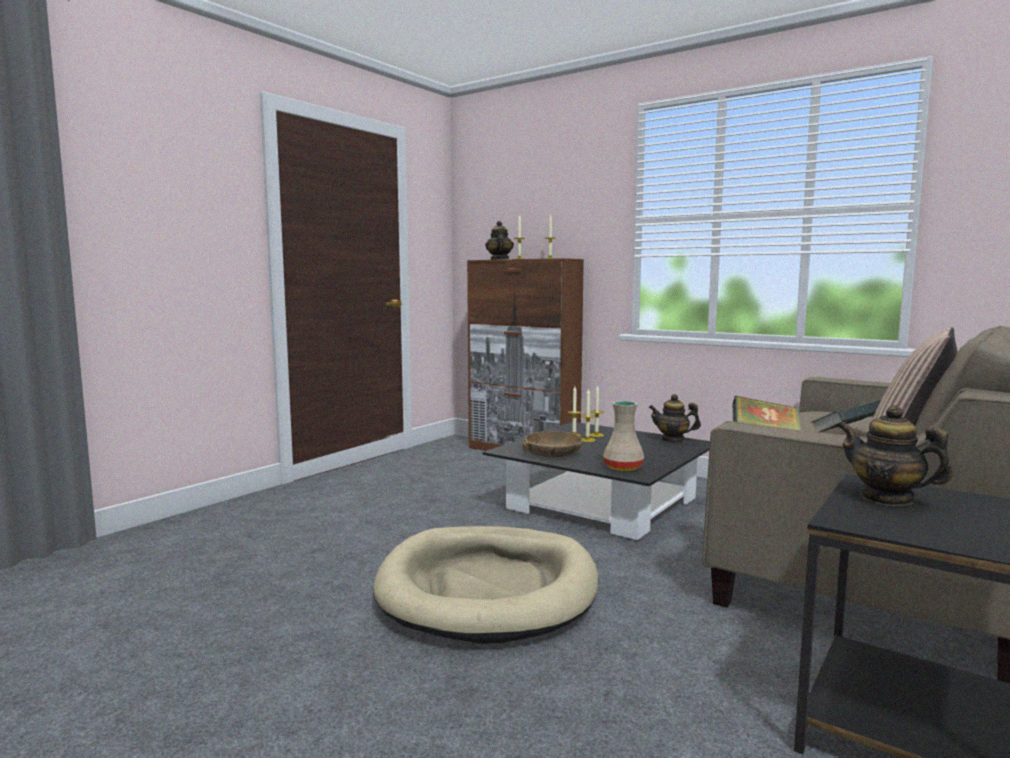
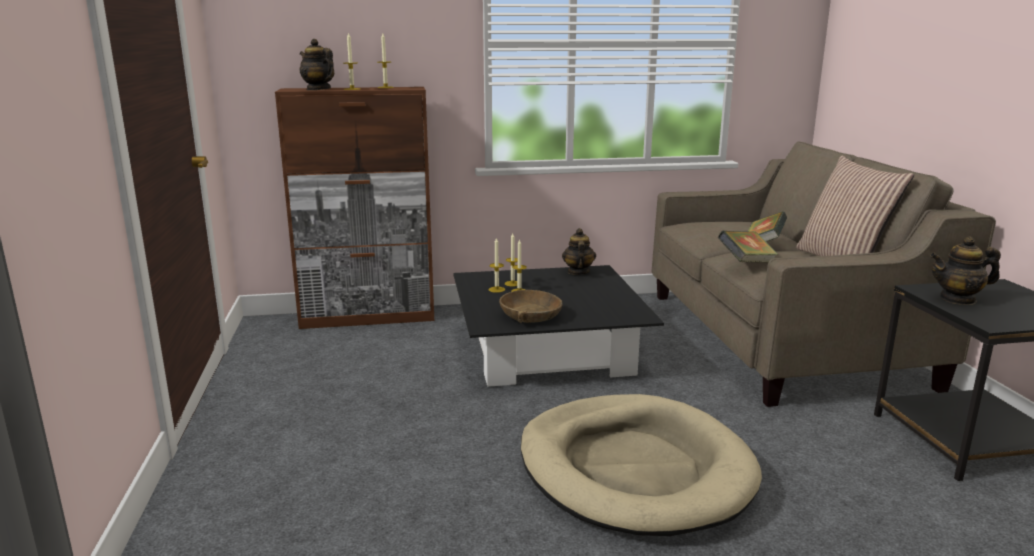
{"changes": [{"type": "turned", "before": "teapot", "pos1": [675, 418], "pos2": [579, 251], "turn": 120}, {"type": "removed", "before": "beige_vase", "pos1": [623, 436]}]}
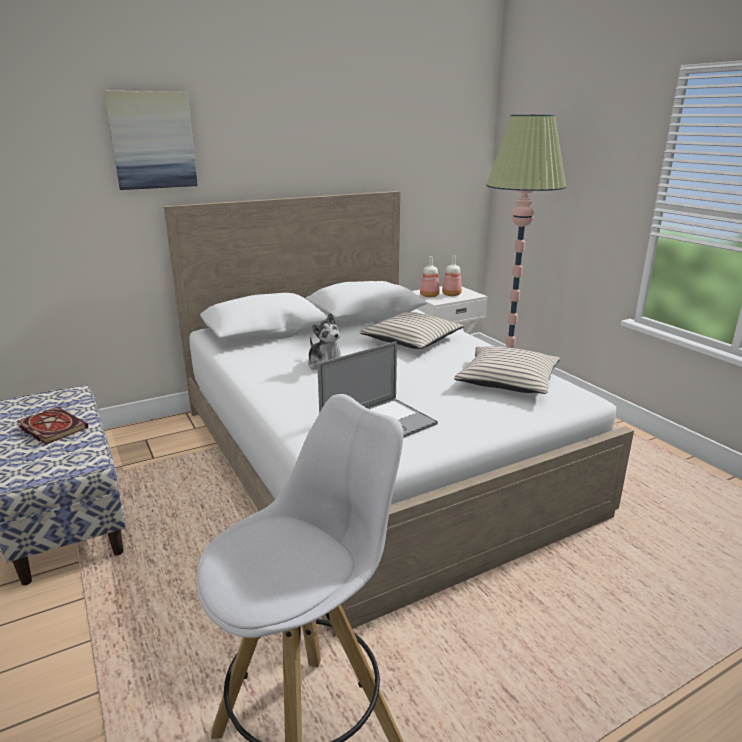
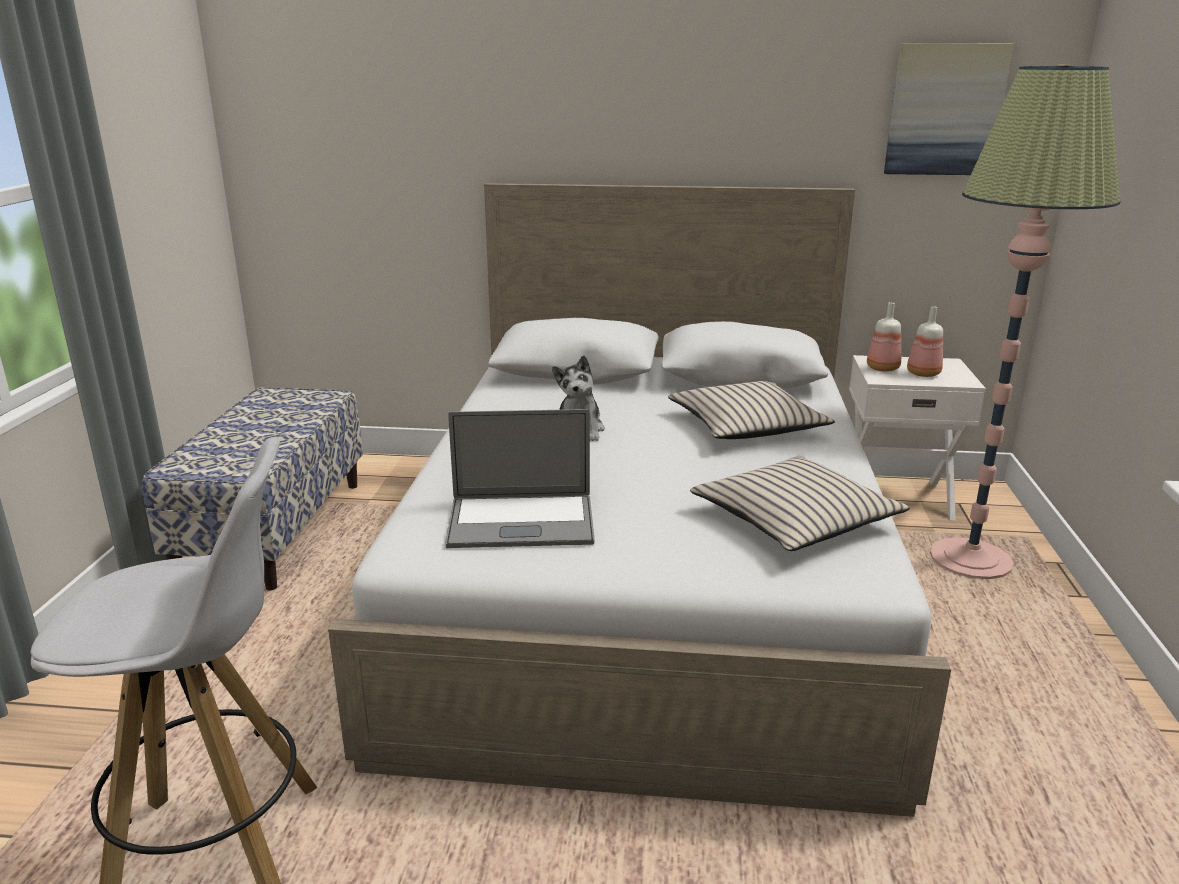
{"changes": [{"type": "moved", "before": "picture", "pos1": [151, 140], "pos2": [948, 109]}, {"type": "removed", "before": "book", "pos1": [52, 425]}]}
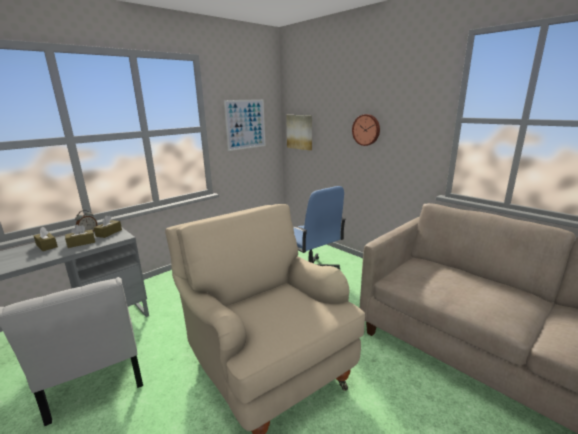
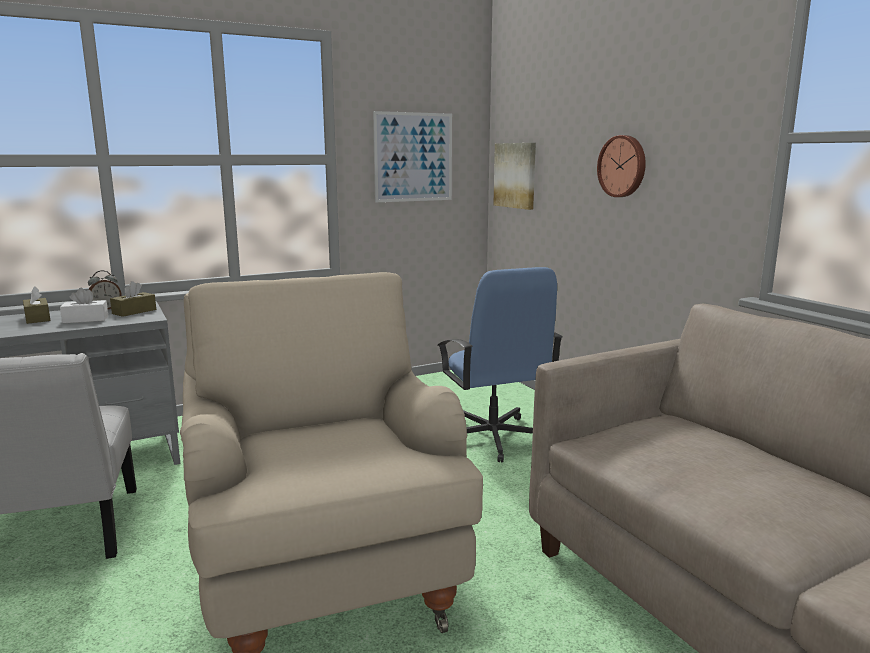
{"changes": [{"type": "recoloured", "before": "brown_tissue_box", "after": "white_tissue_box", "pos1": [80, 236], "pos2": [84, 305]}]}
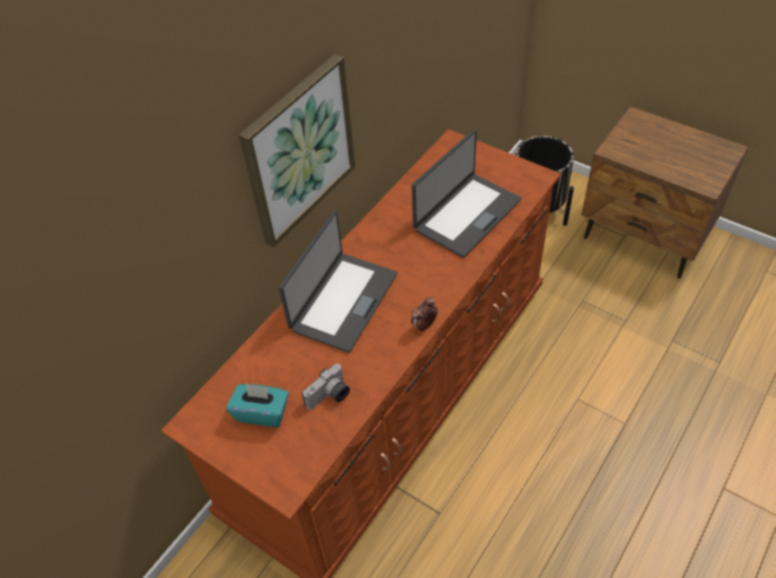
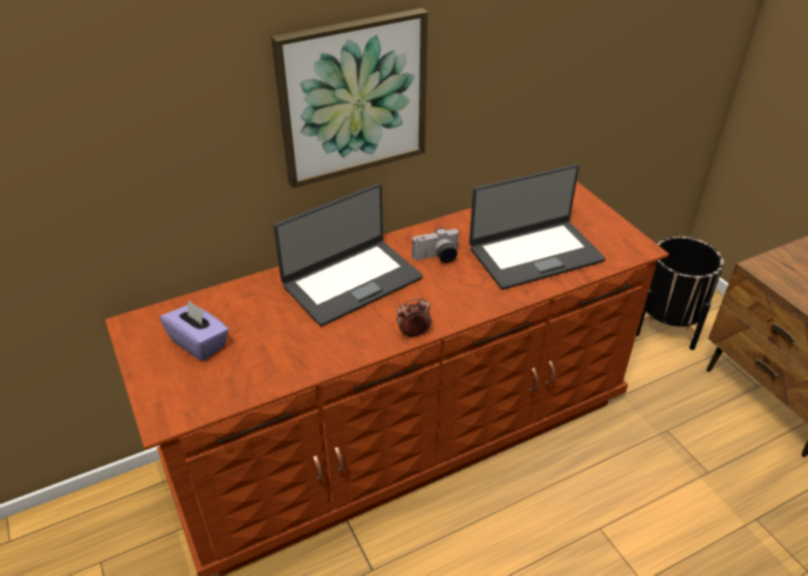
{"changes": [{"type": "recoloured", "before": "turquoise_tissue_box", "after": "purple_tissue_box", "pos1": [257, 405], "pos2": [194, 330]}, {"type": "moved", "before": "photo_camera", "pos1": [326, 387], "pos2": [435, 245]}]}
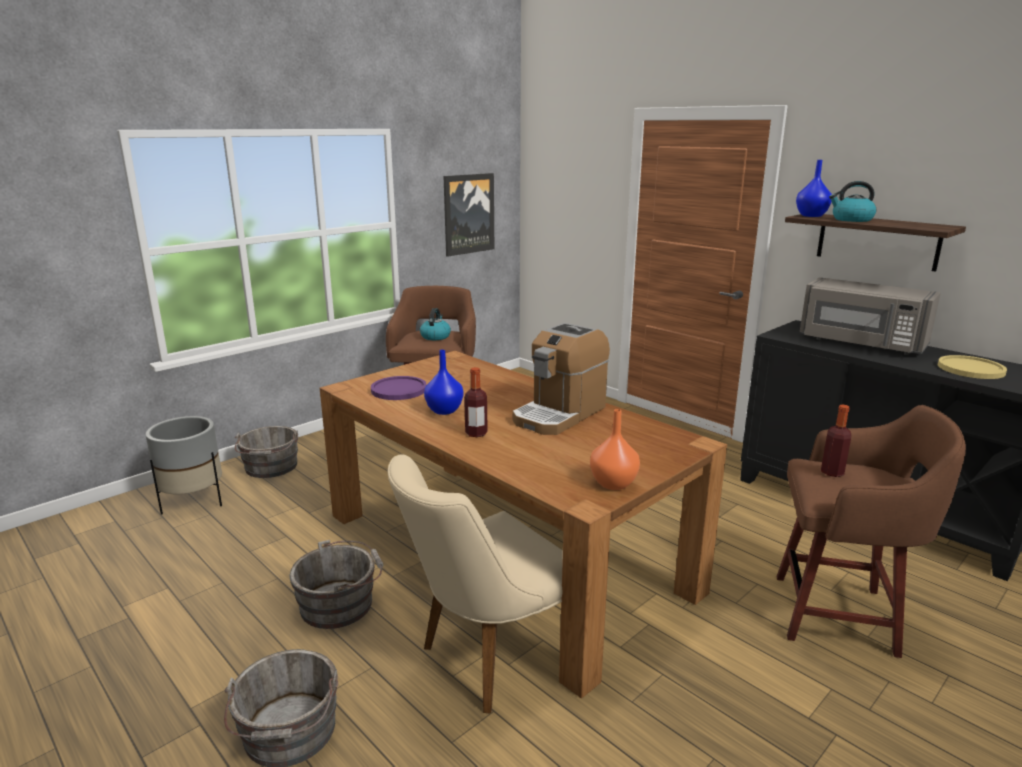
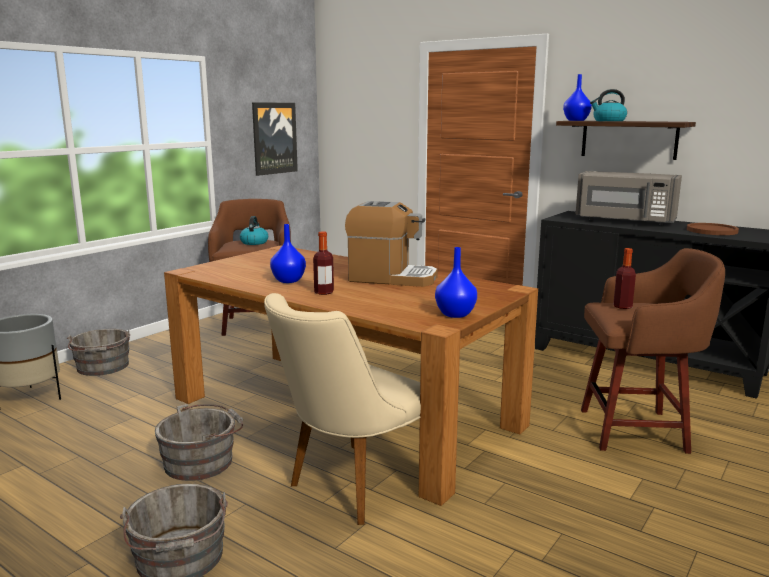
{"changes": [{"type": "turned", "before": "coffee_machine", "pos1": [561, 379], "pos2": [391, 244], "turn": -105}, {"type": "recoloured", "before": "orange_vase", "after": "blue_vase", "pos1": [615, 449], "pos2": [456, 282]}, {"type": "recoloured", "before": "yellow_plate", "after": "brown_plate", "pos1": [972, 367], "pos2": [713, 229]}, {"type": "removed", "before": "purple_plate", "pos1": [399, 388]}]}
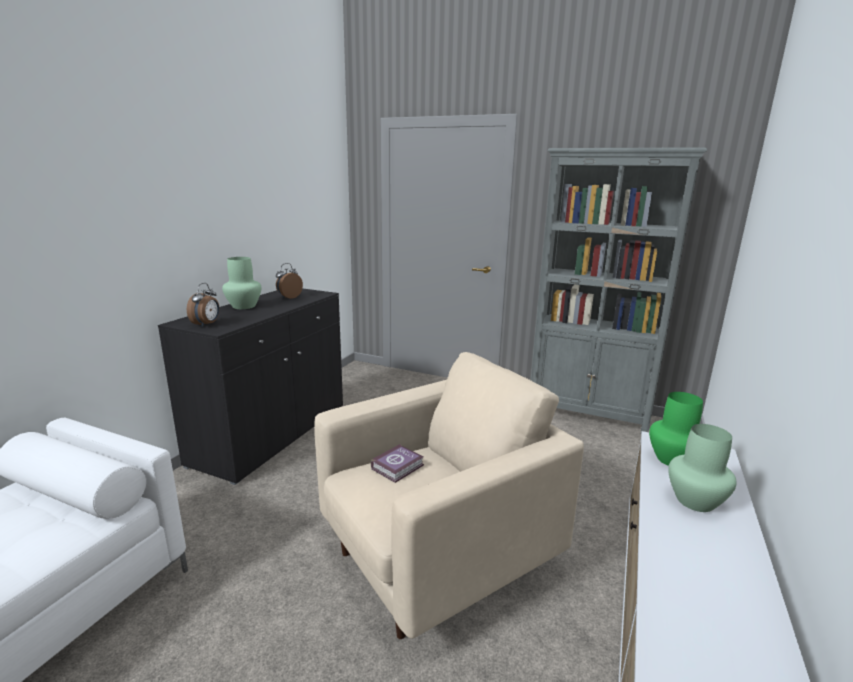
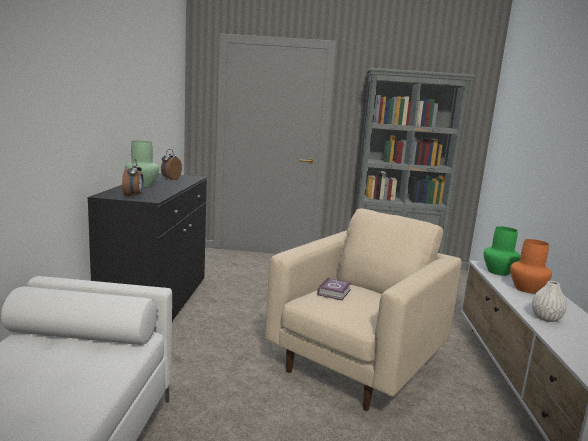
{"changes": [{"type": "recoloured", "before": "green_vase", "after": "orange_vase", "pos1": [702, 468], "pos2": [531, 266]}, {"type": "added", "after": "white_vase", "pos2": [549, 301]}]}
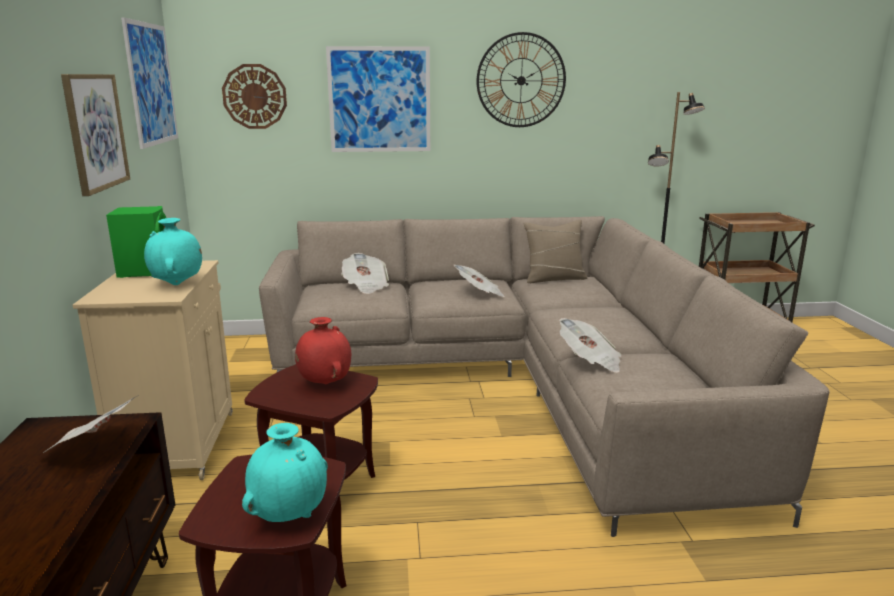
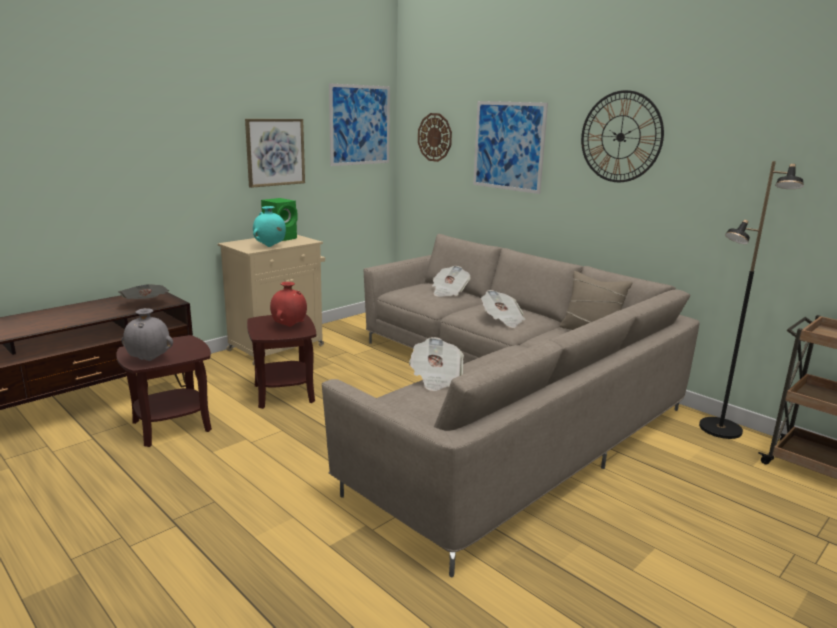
{"changes": [{"type": "recoloured", "before": "turquoise_vase", "after": "grey_vase", "pos1": [285, 472], "pos2": [147, 334]}]}
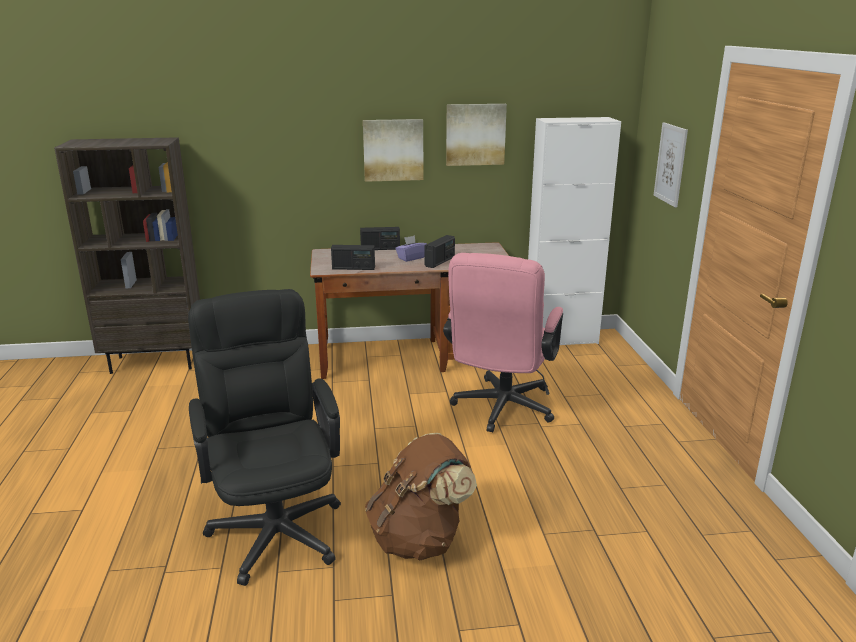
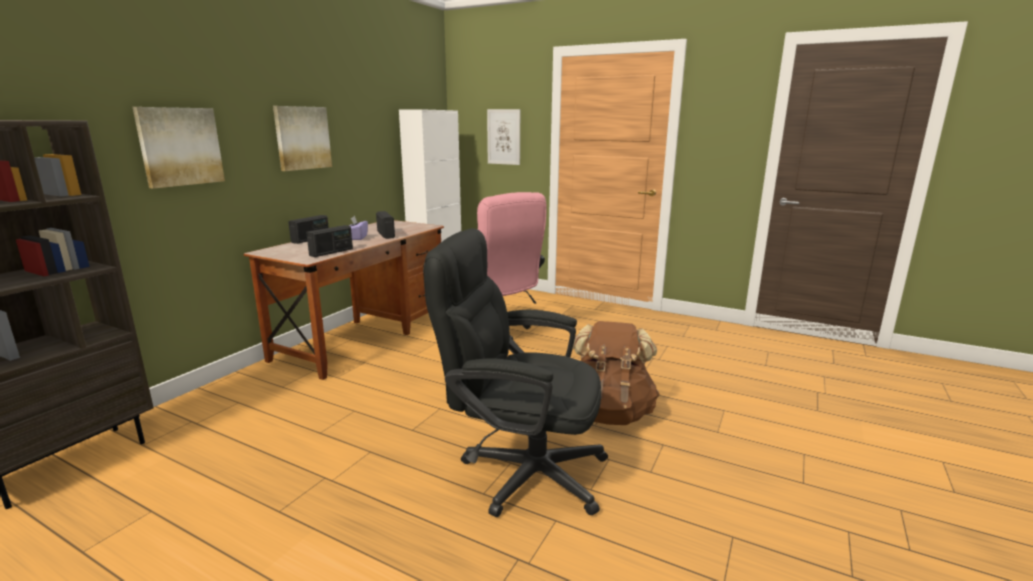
{"changes": [{"type": "moved", "before": "picture", "pos1": [476, 135], "pos2": [179, 148]}]}
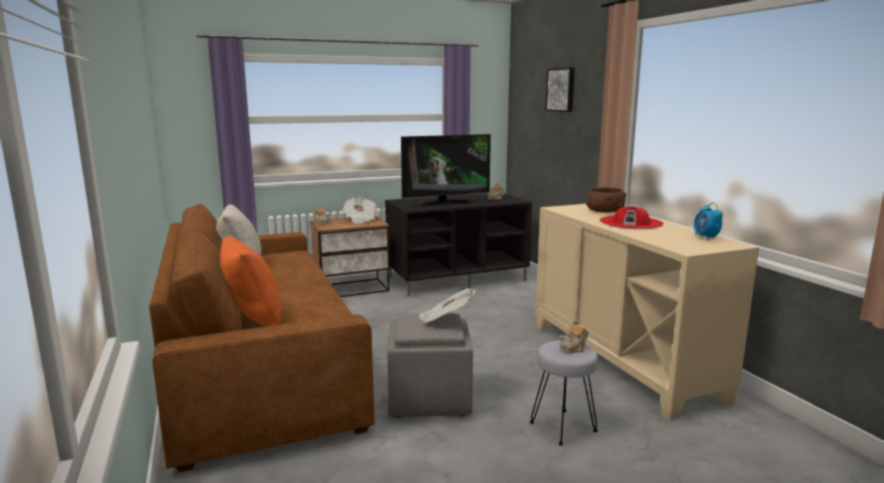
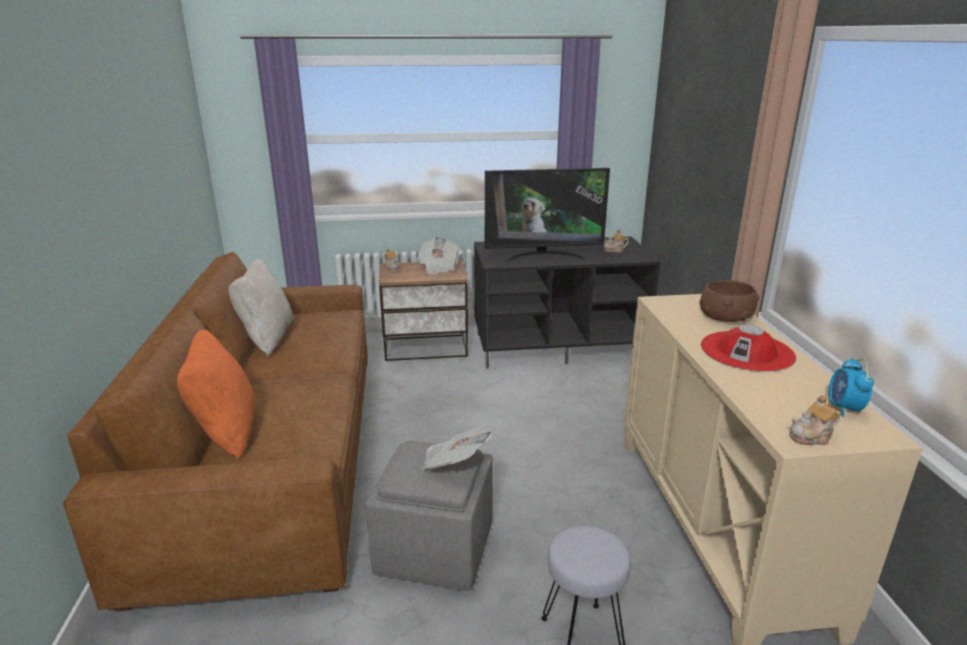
{"changes": [{"type": "moved", "before": "teapot", "pos1": [574, 336], "pos2": [815, 420]}, {"type": "removed", "before": "picture", "pos1": [560, 89]}]}
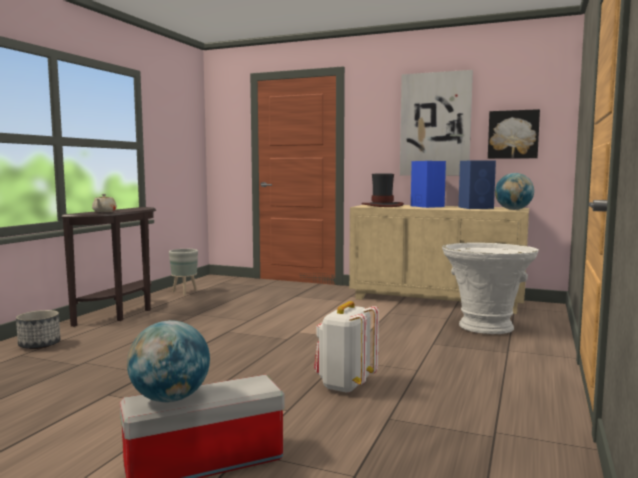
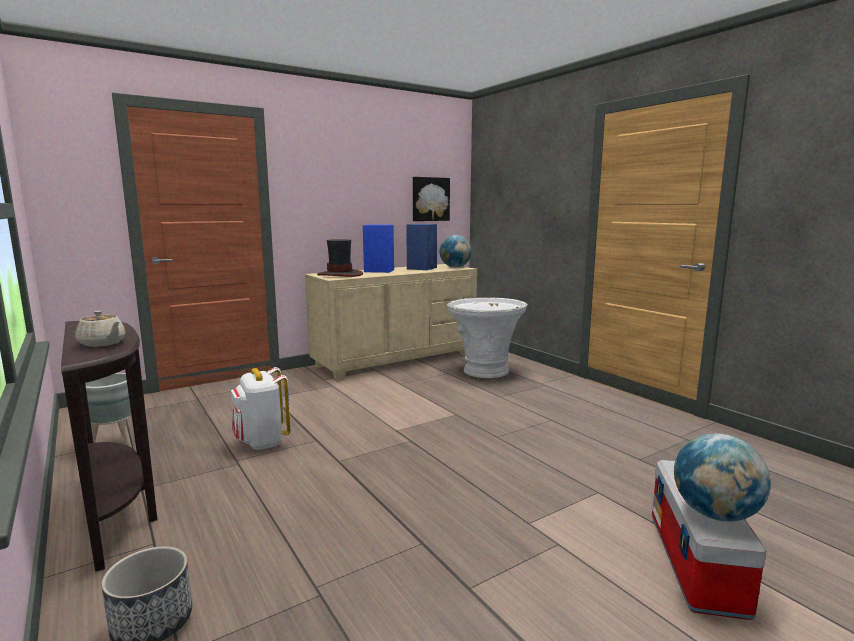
{"changes": [{"type": "moved", "before": "white_backpack", "pos1": [346, 347], "pos2": [261, 408]}, {"type": "removed", "before": "picture", "pos1": [436, 123]}]}
